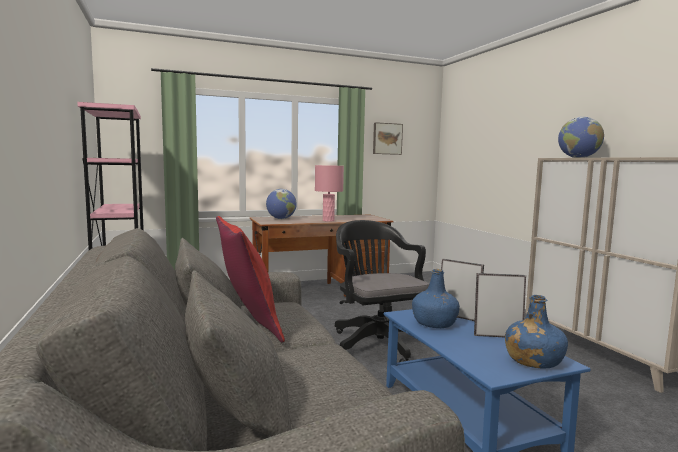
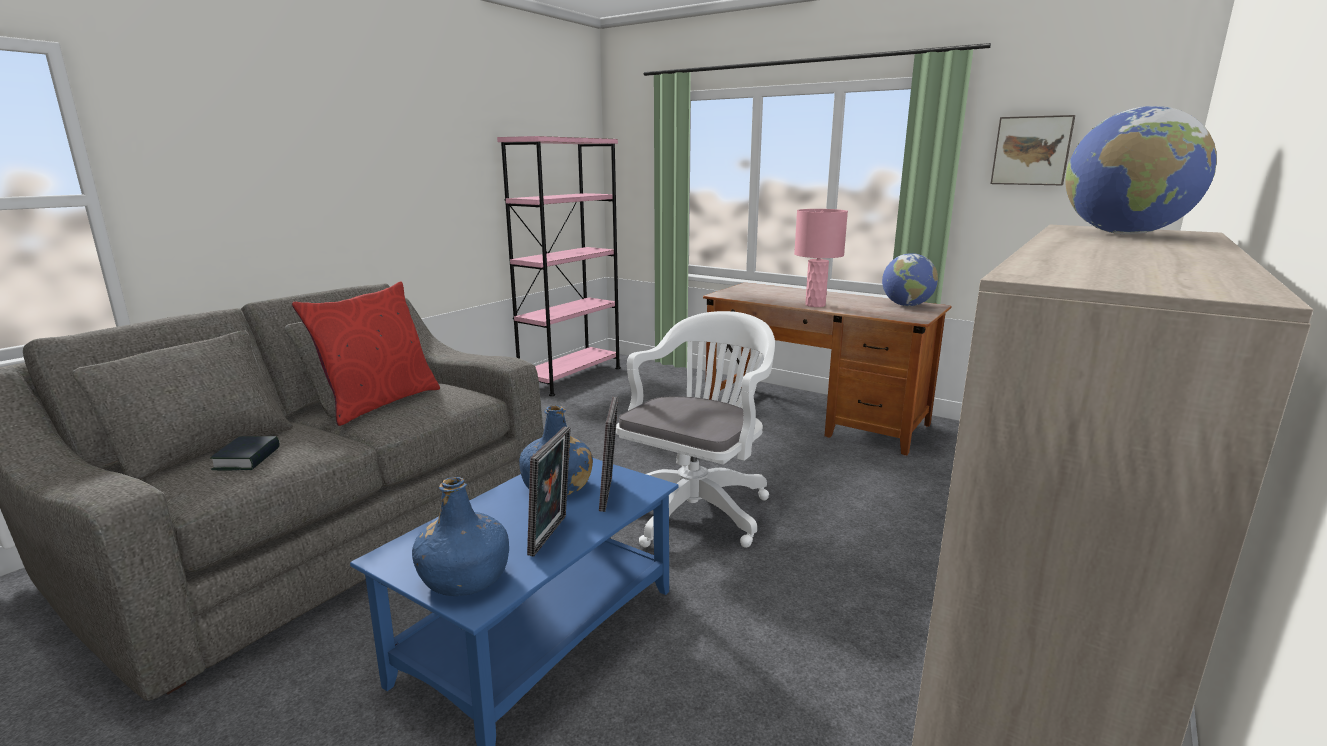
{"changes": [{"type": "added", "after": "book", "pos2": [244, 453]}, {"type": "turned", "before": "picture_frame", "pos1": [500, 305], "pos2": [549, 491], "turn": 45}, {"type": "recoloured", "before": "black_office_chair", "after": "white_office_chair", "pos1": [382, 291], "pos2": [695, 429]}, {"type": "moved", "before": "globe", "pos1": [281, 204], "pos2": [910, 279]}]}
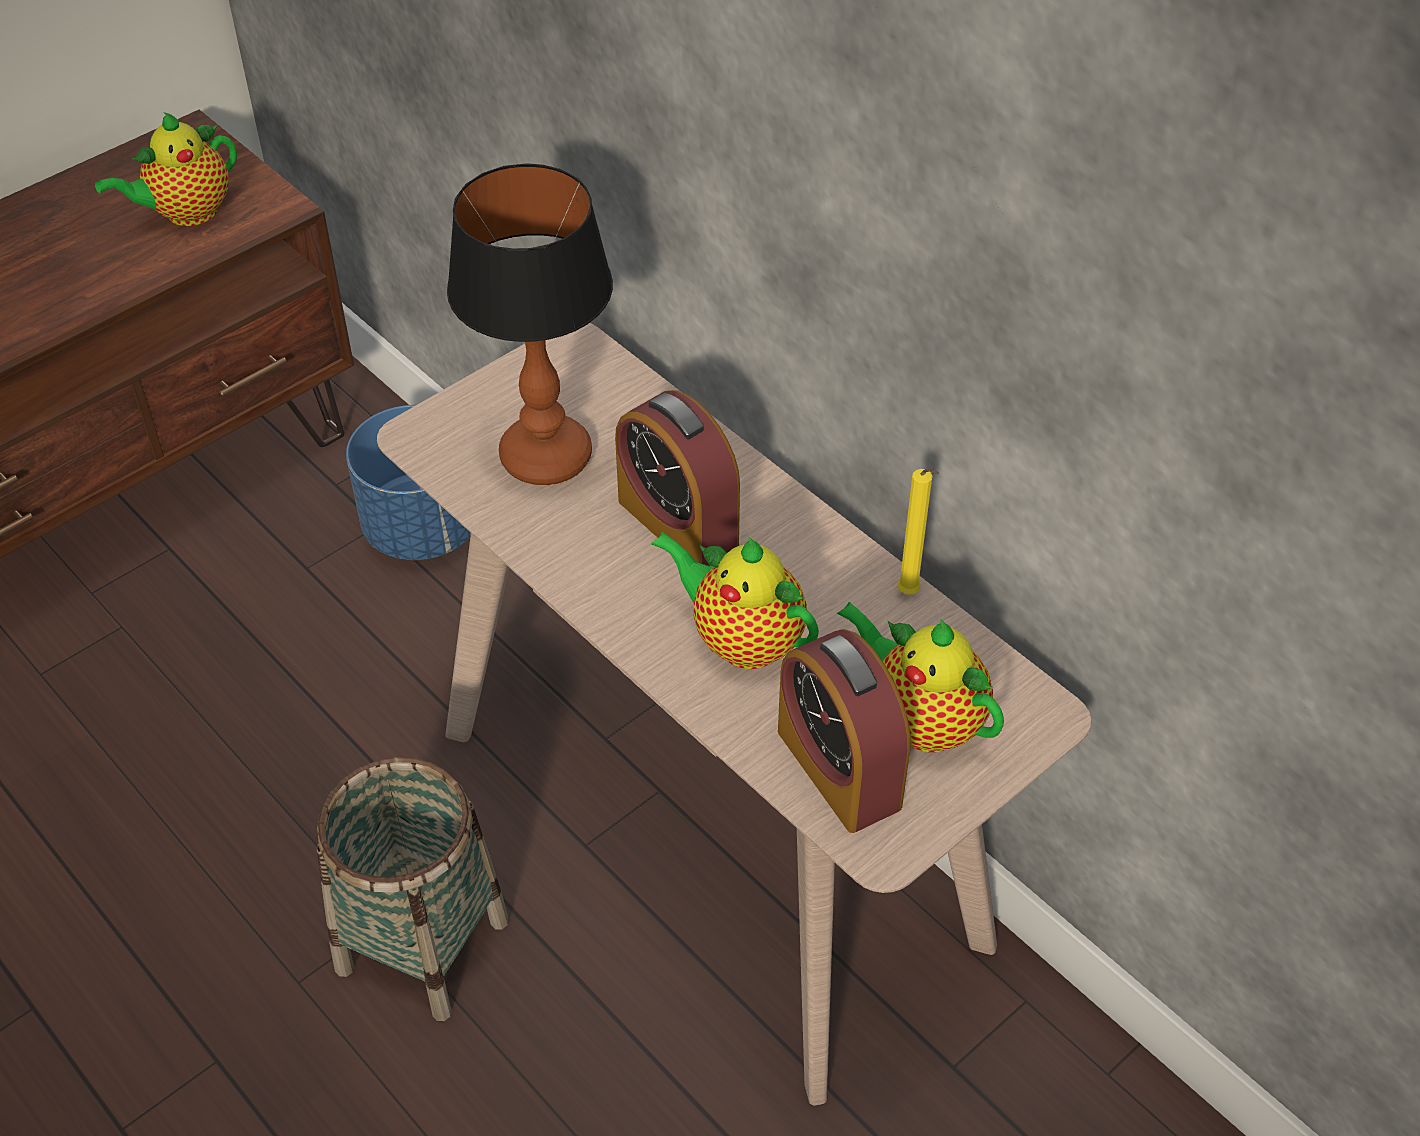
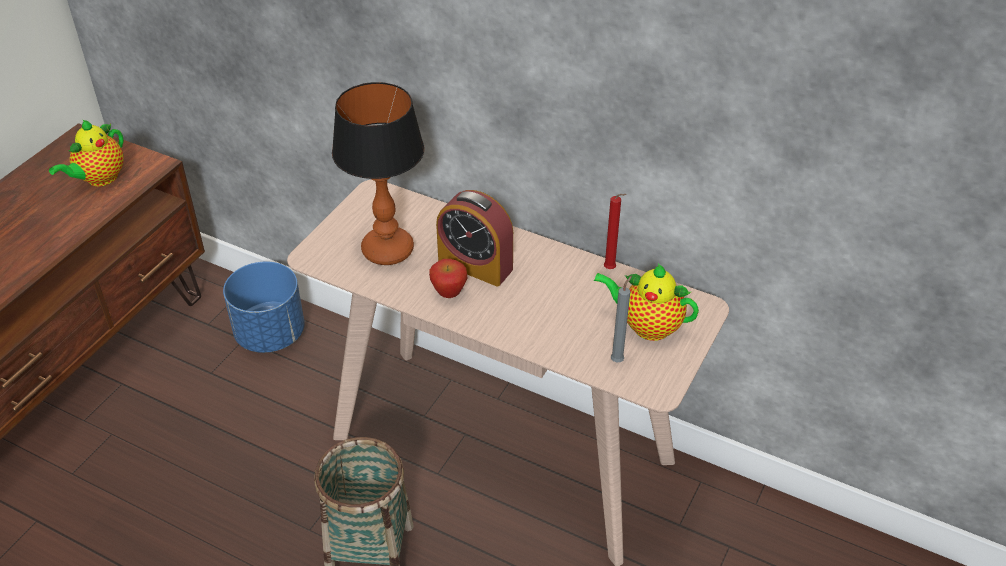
{"changes": [{"type": "added", "after": "apple", "pos2": [448, 278]}, {"type": "recoloured", "before": "yellow_candle", "after": "red_candle", "pos1": [918, 531], "pos2": [615, 231]}, {"type": "replaced", "before": "alarm_clock", "after": "grey_candle", "pos1": [844, 731], "pos2": [621, 319]}, {"type": "removed", "before": "teapot", "pos1": [735, 600]}]}
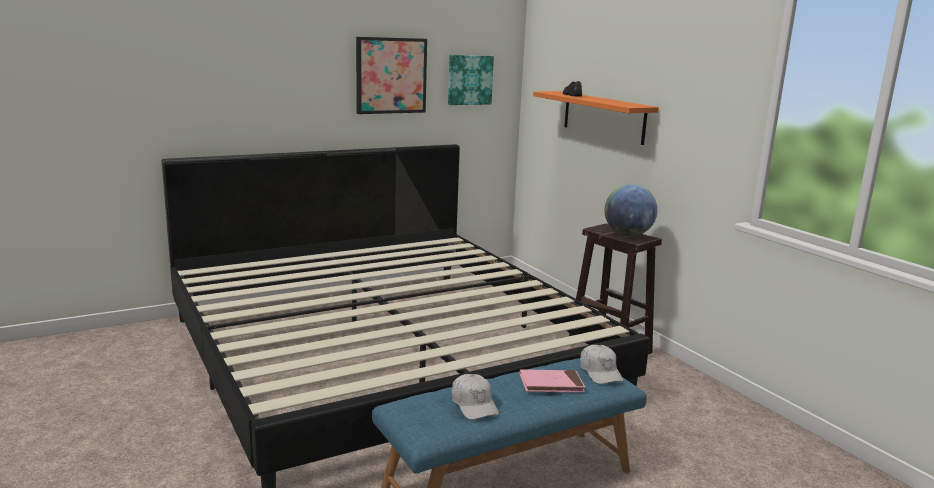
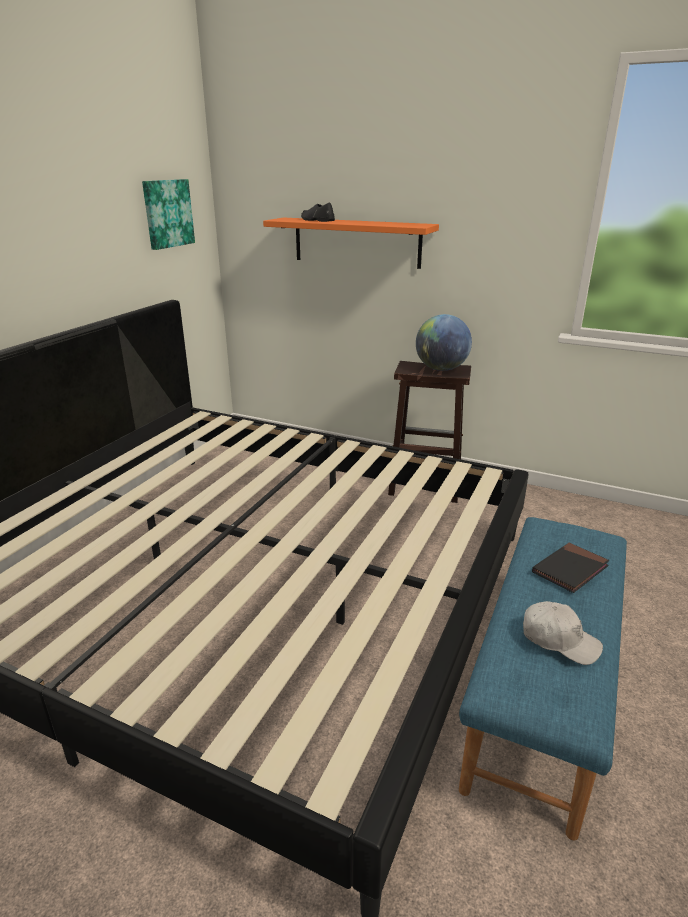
{"changes": [{"type": "recoloured", "before": "pink_book", "after": "black_book", "pos1": [552, 381], "pos2": [570, 568]}, {"type": "removed", "before": "picture", "pos1": [391, 75]}, {"type": "removed", "before": "white_cap", "pos1": [602, 364]}]}
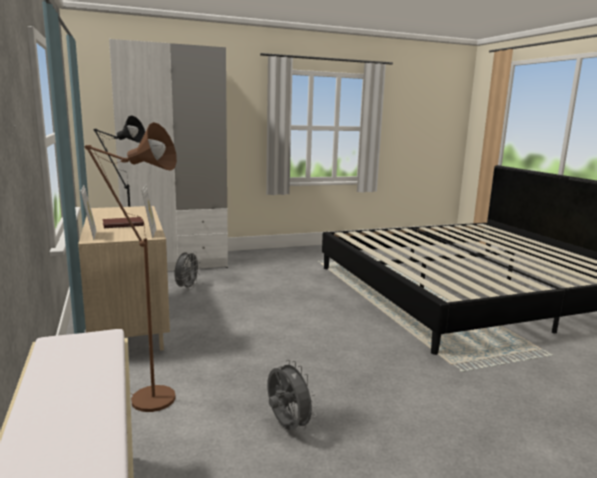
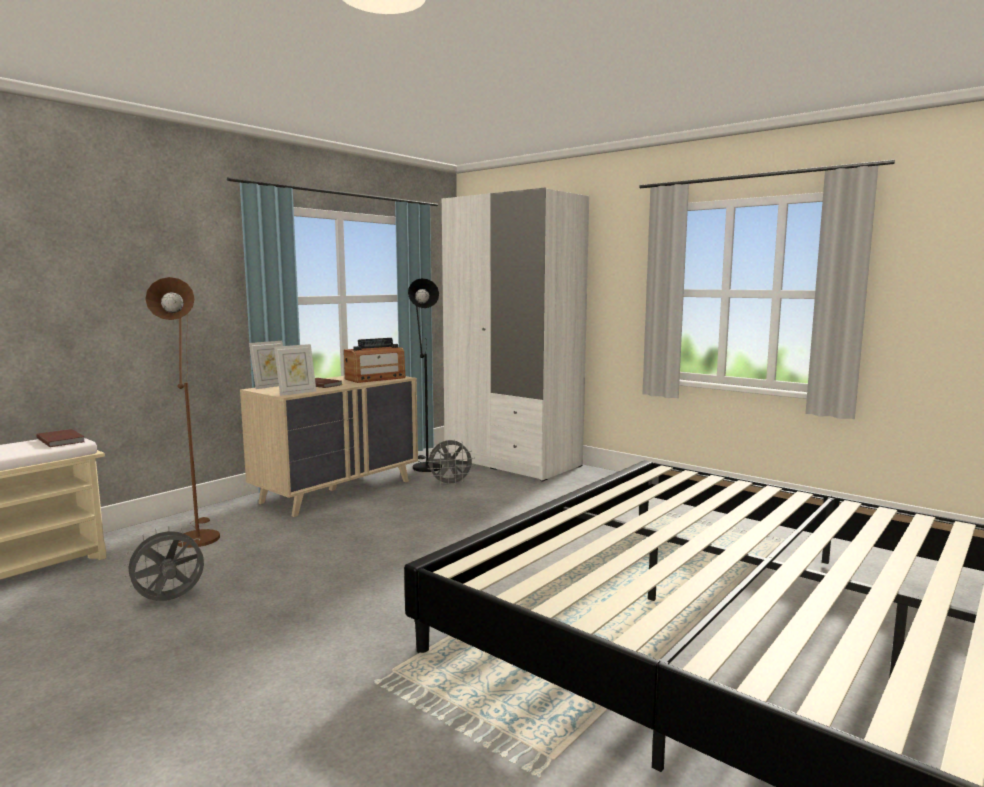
{"changes": [{"type": "added", "after": "brown_book", "pos2": [60, 438]}, {"type": "turned", "before": "grey_fan", "pos1": [292, 395], "pos2": [164, 563], "turn": -150}, {"type": "added", "after": "radio", "pos2": [374, 360]}]}
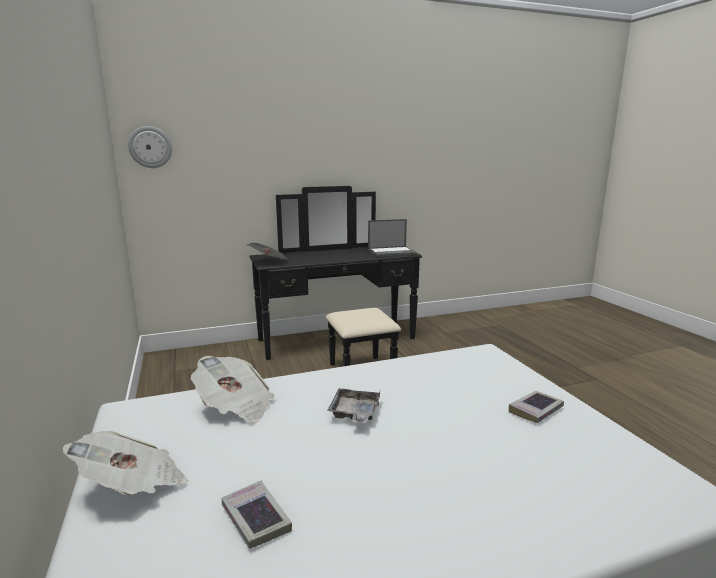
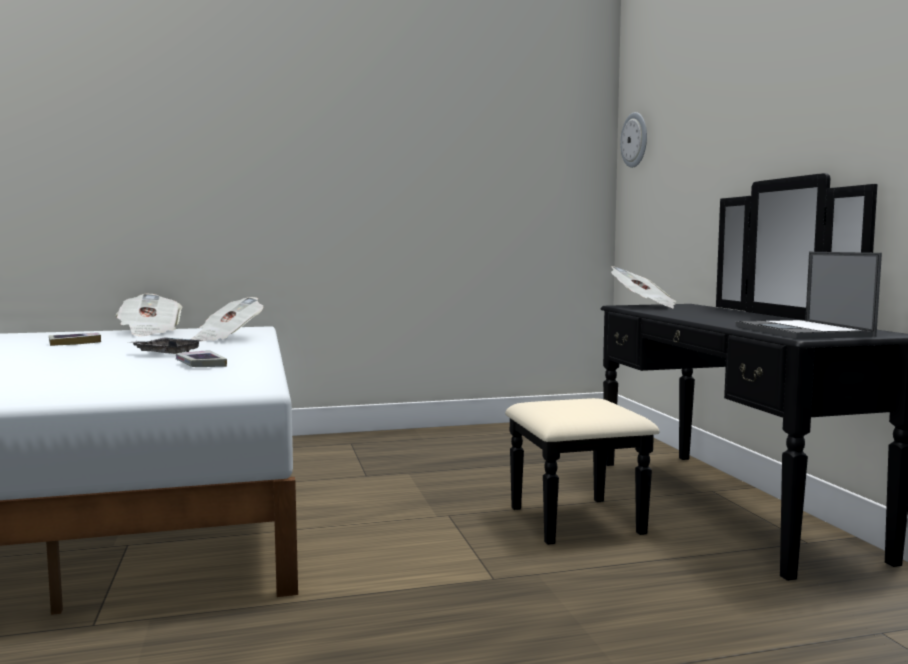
{"changes": [{"type": "moved", "before": "book", "pos1": [536, 407], "pos2": [201, 358]}]}
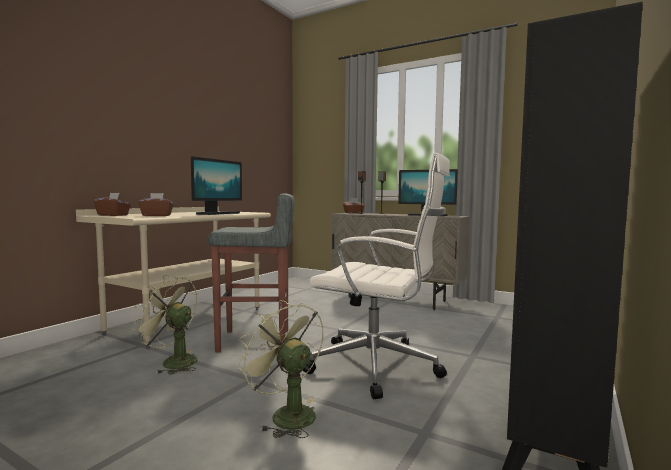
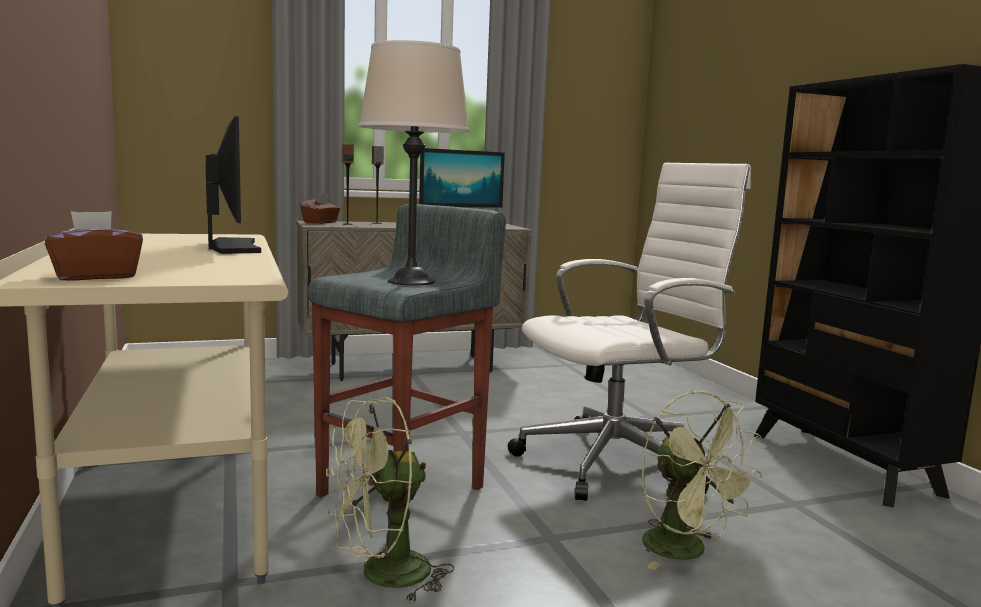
{"changes": [{"type": "added", "after": "beige_table_lamp", "pos2": [414, 162]}, {"type": "turned", "before": "green_fan", "pos1": [280, 369], "pos2": [702, 480], "turn": -120}, {"type": "removed", "before": "brown_tissue_box", "pos1": [155, 204]}]}
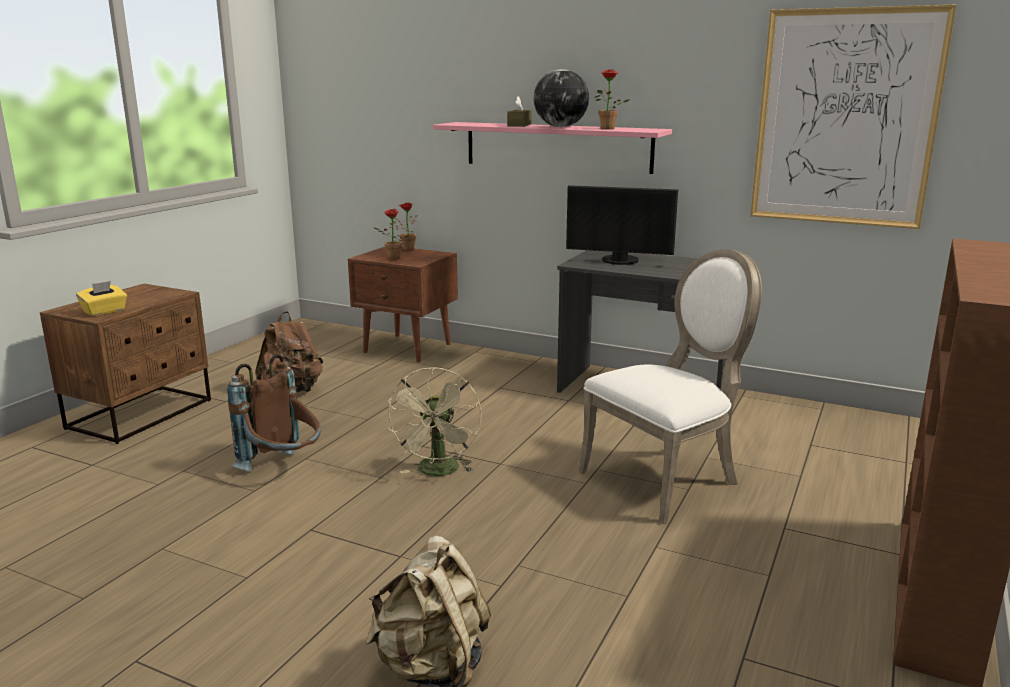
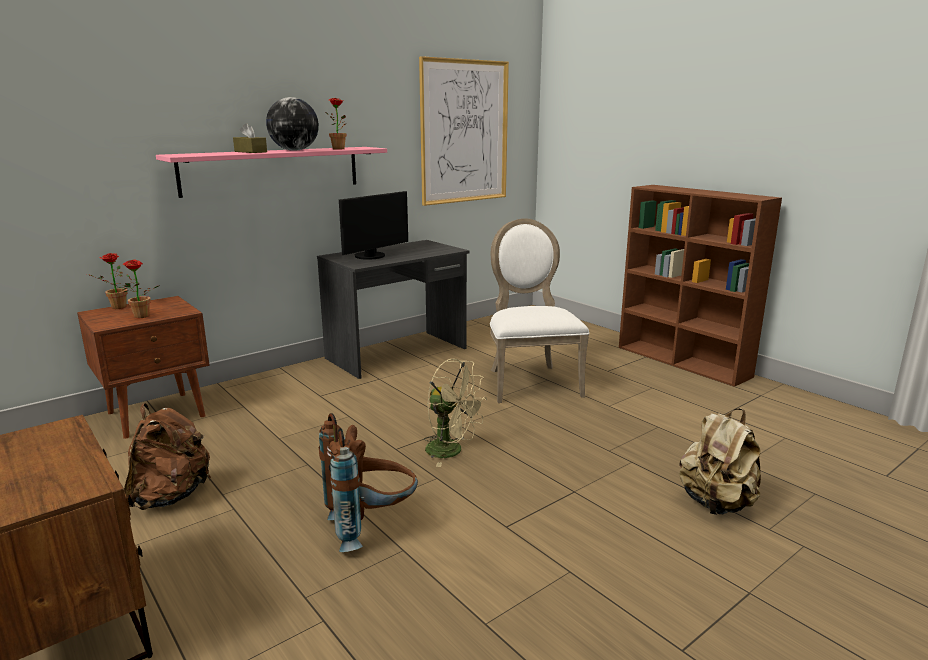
{"changes": [{"type": "removed", "before": "yellow_tissue_box", "pos1": [101, 298]}]}
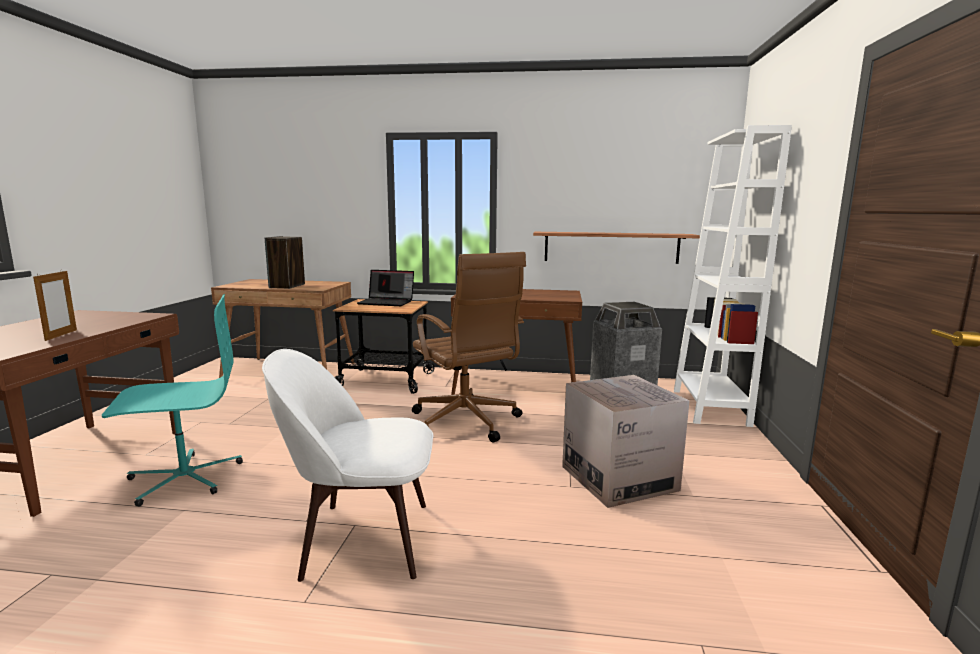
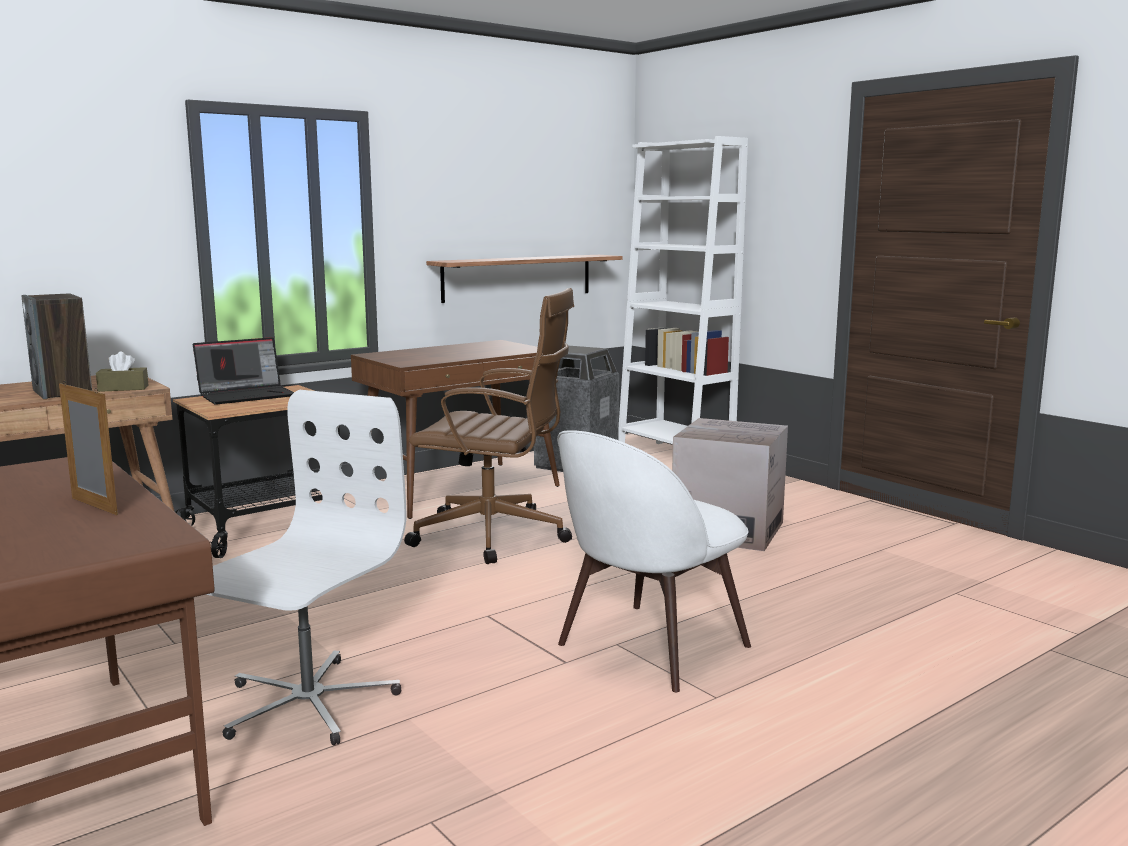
{"changes": [{"type": "added", "after": "brown_tissue_box", "pos2": [122, 372]}, {"type": "recoloured", "before": "turquoise_office_chair", "after": "white_office_chair", "pos1": [172, 400], "pos2": [306, 567]}]}
